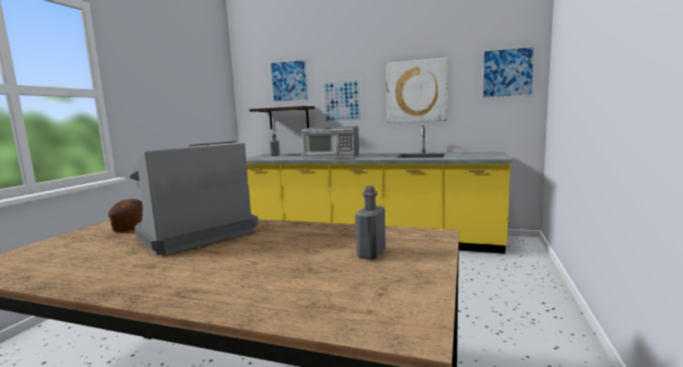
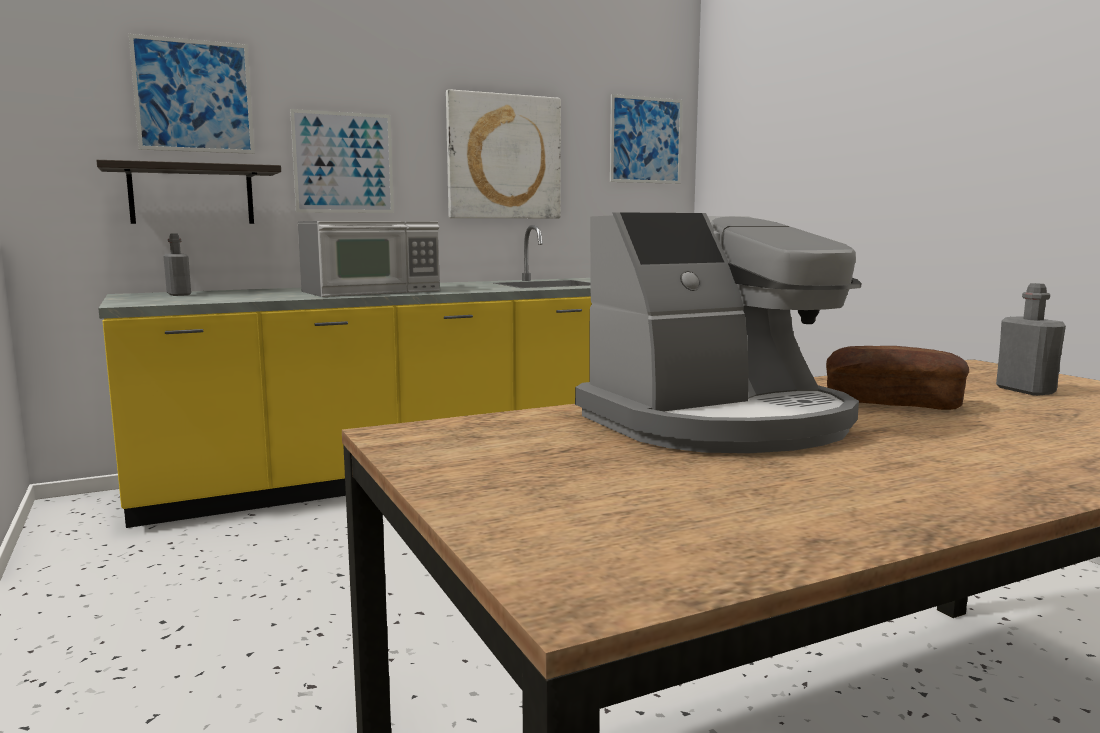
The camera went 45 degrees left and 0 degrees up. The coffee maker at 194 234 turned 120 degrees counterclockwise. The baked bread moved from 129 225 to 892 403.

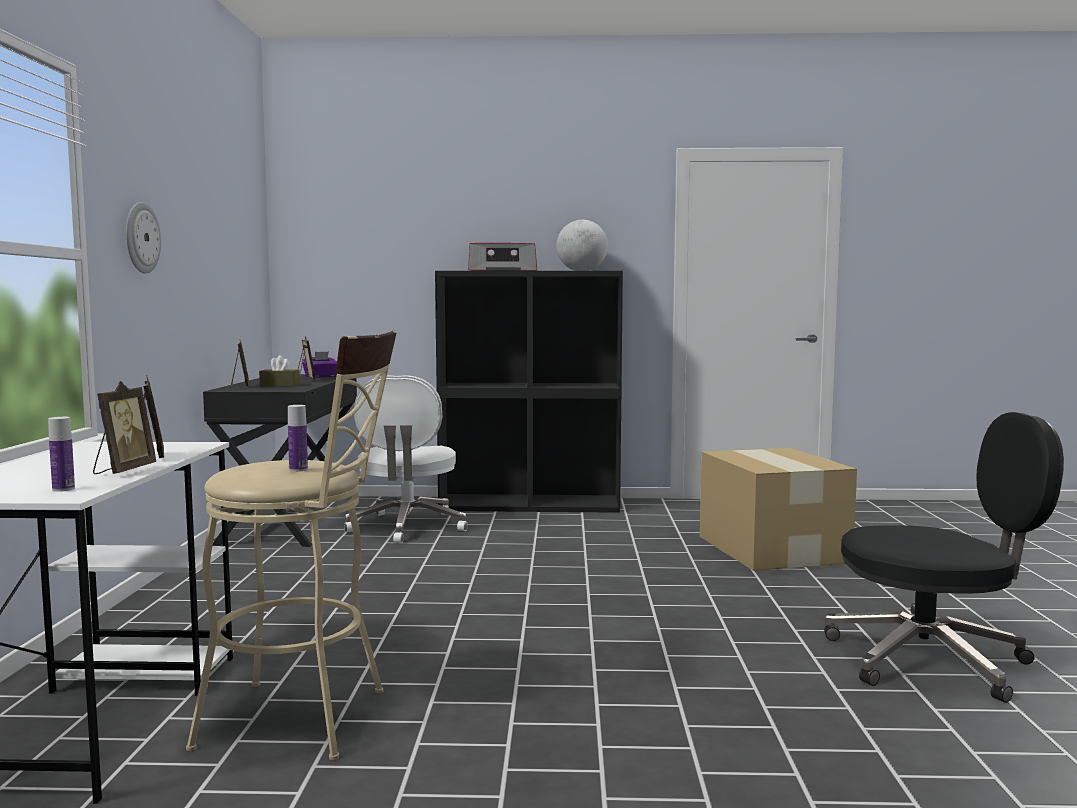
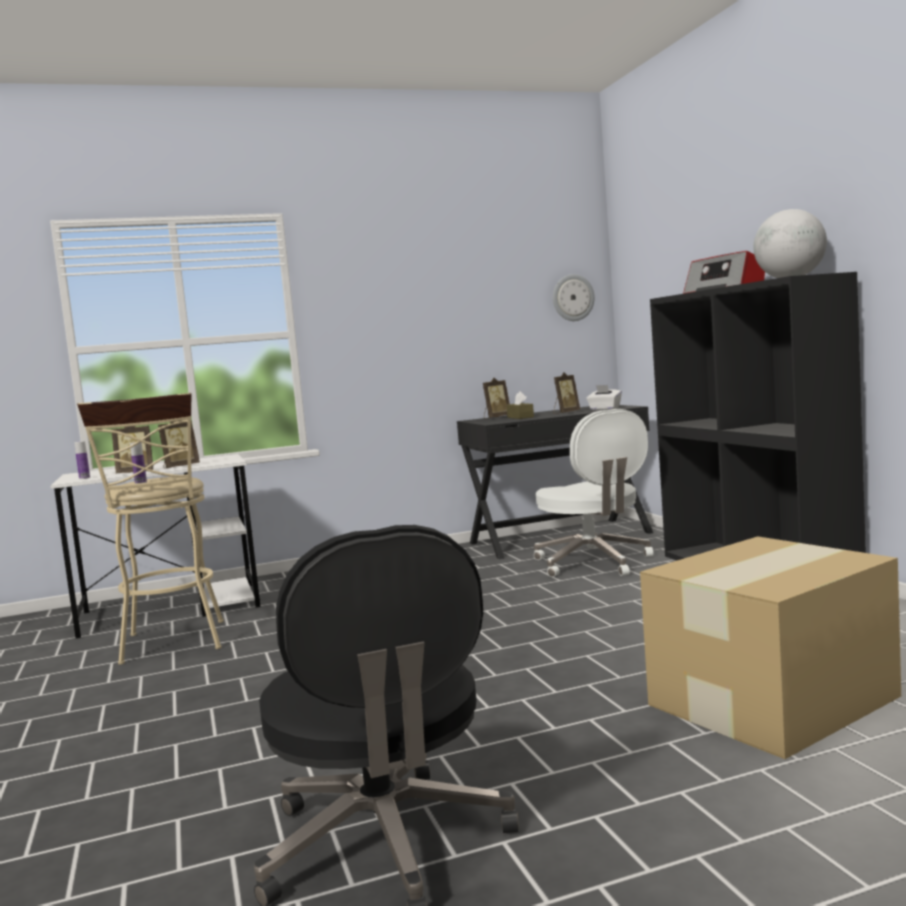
The camera went 70 degrees right and 0 degrees up. The clock on the wall moved from 141 238 to 572 297. The purple box of tissues at 321 376 became the white box of tissues at 604 408. The white computer chair at 407 527 turned 90 degrees counterclockwise.

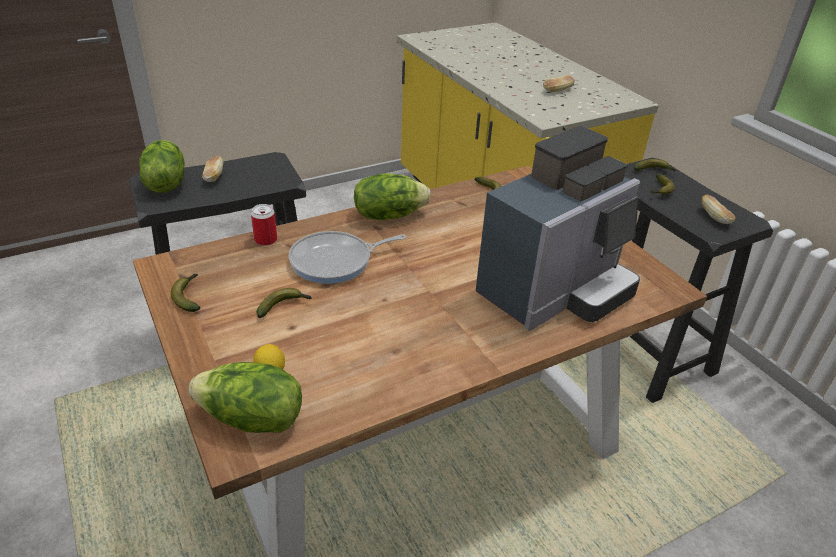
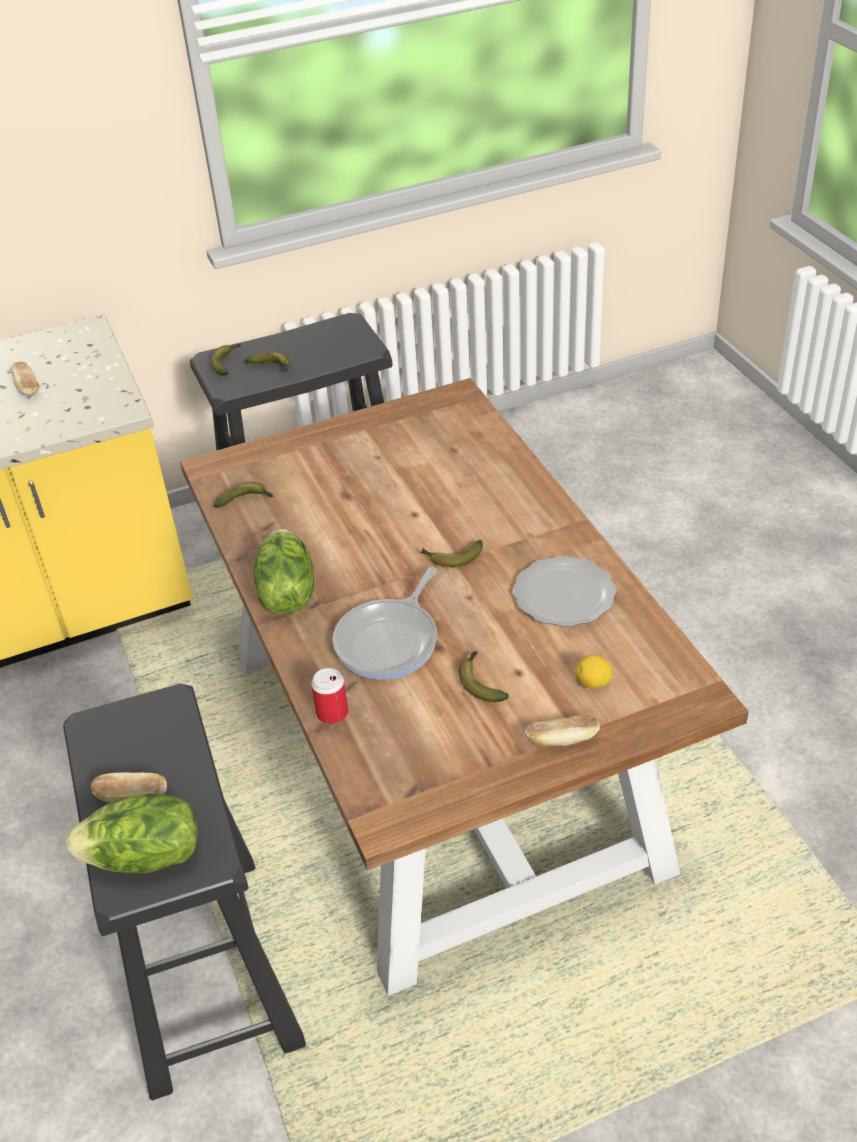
The camera went 80 degrees left and 5 degrees up. The coffee maker at 555 291 disappeared. The baked bread moved from 714 217 to 562 740. The frying pan at 335 261 turned 45 degrees clockwise. The banana fruit moved from 189 296 to 451 558. The lettuce at 252 419 disappeared. The plate at 564 594 appeared.

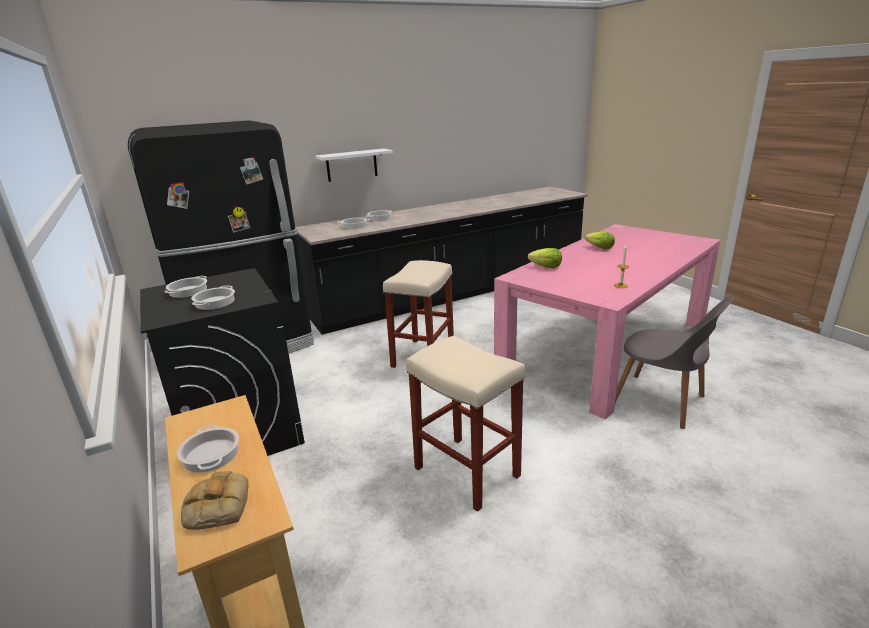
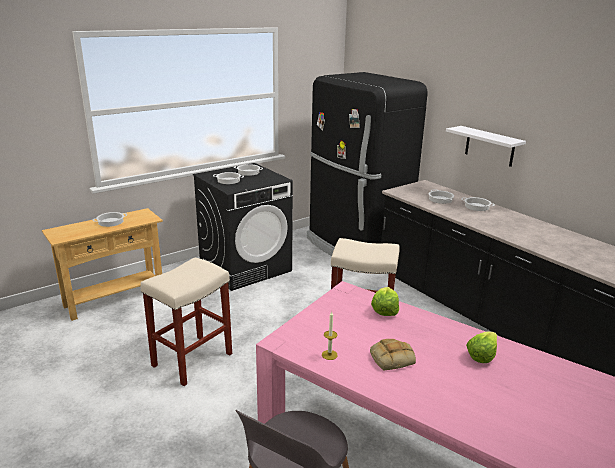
The camera went 80 degrees right and 0 degrees up. The baked bread moved from 216 505 to 392 358.

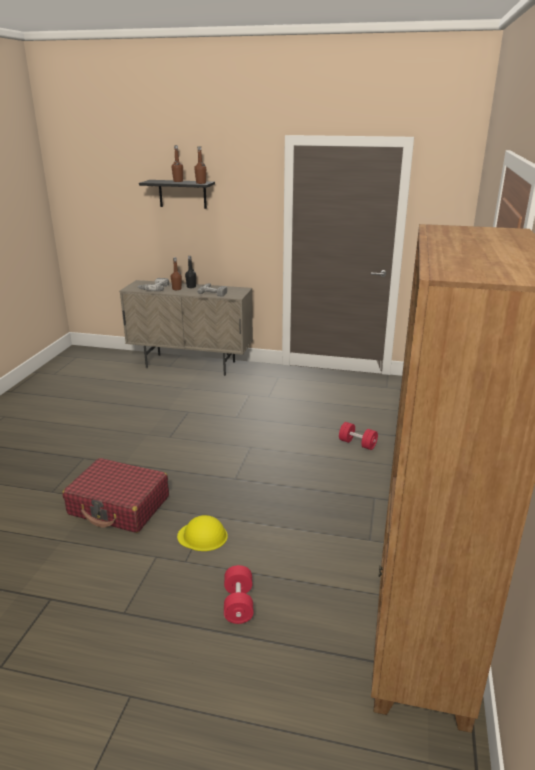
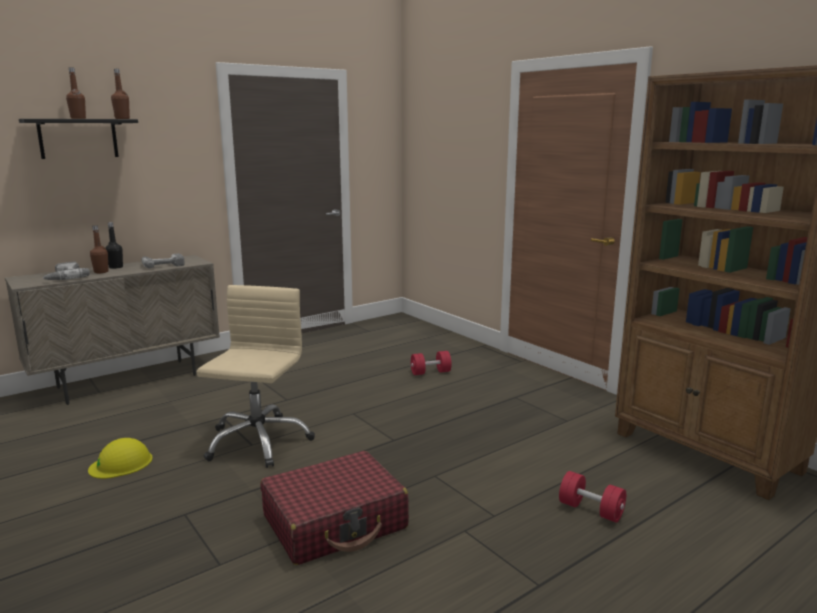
The camera went 50 degrees left and 10 degrees down. The yellowish work helmet moved from 203 536 to 121 464. The beige-coloured computer chair at 257 441 appeared.

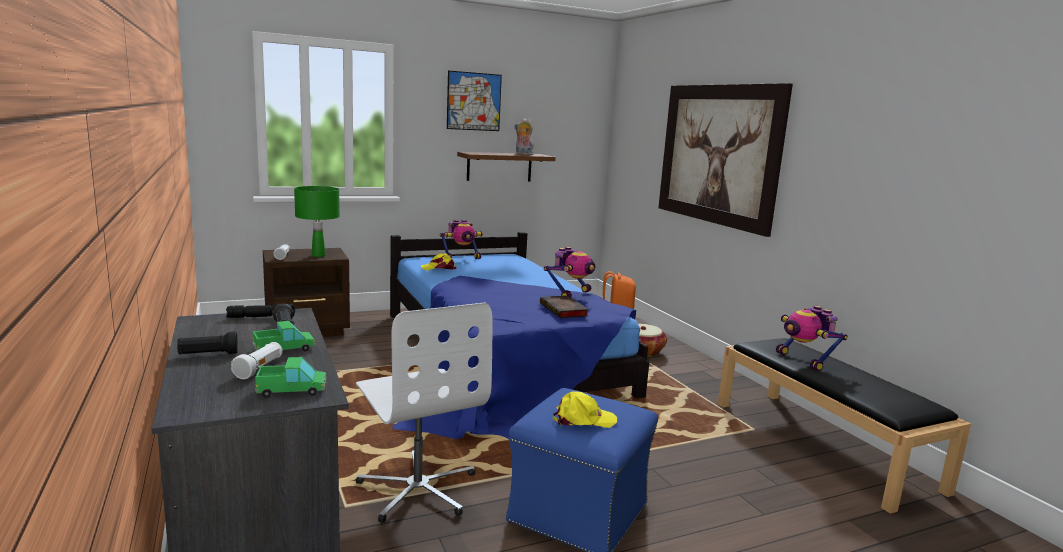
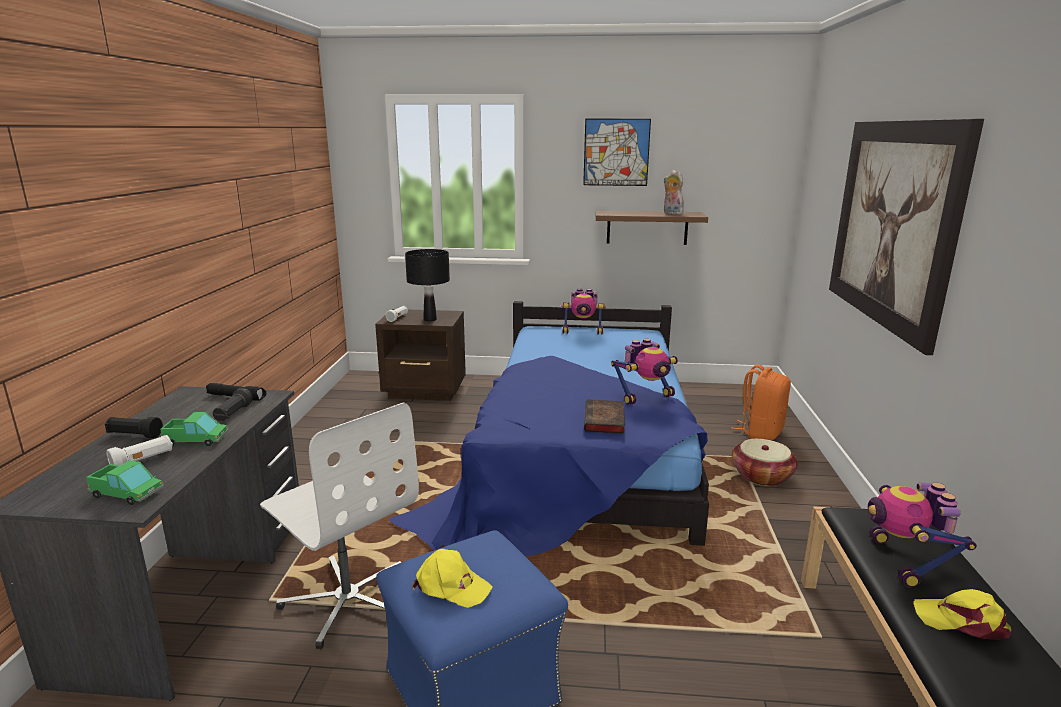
The camera went 30 degrees right and 5 degrees up. The green lamp for a table at 318 255 became the black-coloured lamp for a table at 430 319. The yellowish peaked cap moved from 439 268 to 962 621. The white computer chair at 418 489 turned 45 degrees counterclockwise.

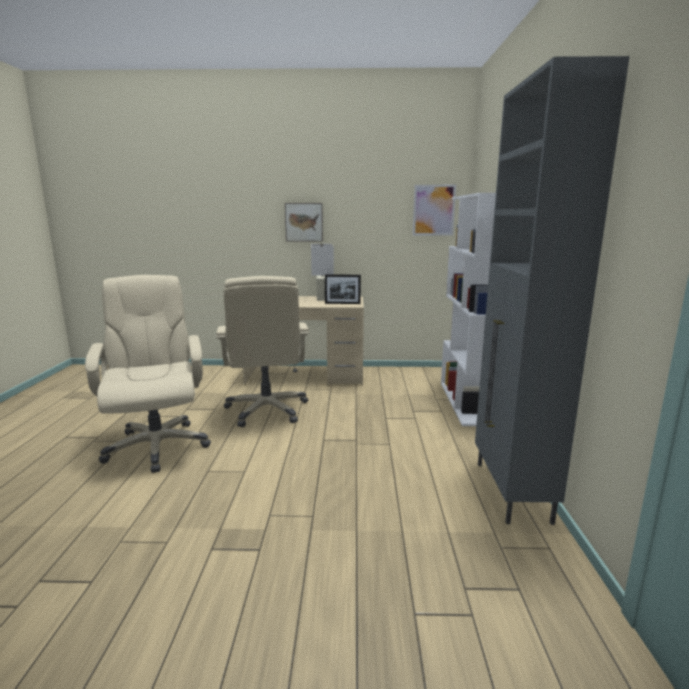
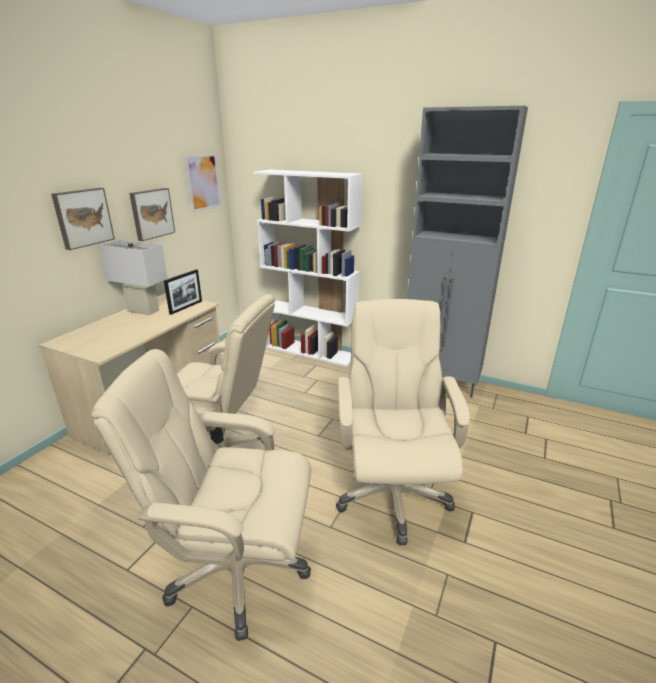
The camera went 65 degrees left and 10 degrees up. The wall art at 151 213 appeared. The beige-coloured computer chair at 392 494 appeared.

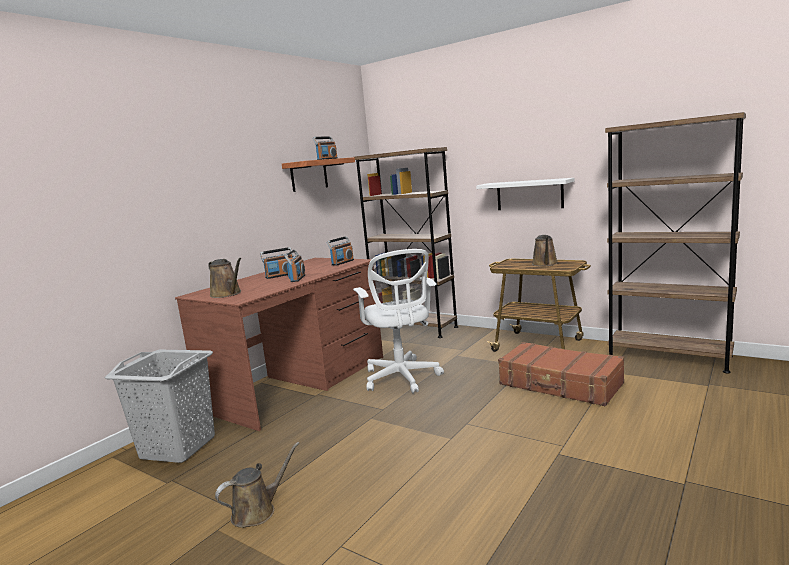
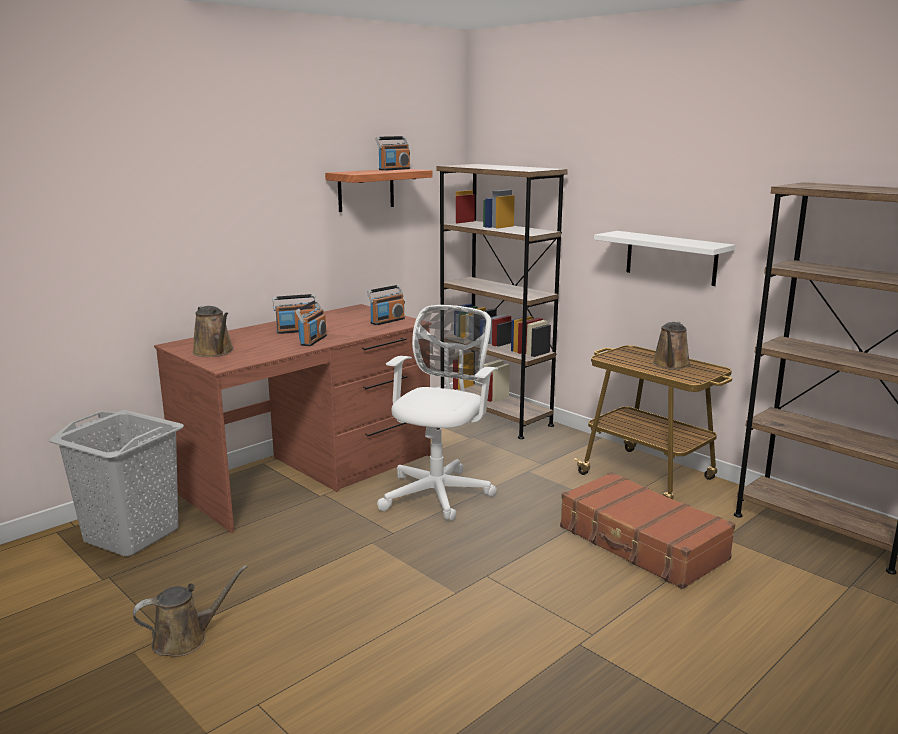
The camera went 10 degrees right and 5 degrees up. The white computer chair at 402 378 turned 150 degrees counterclockwise.

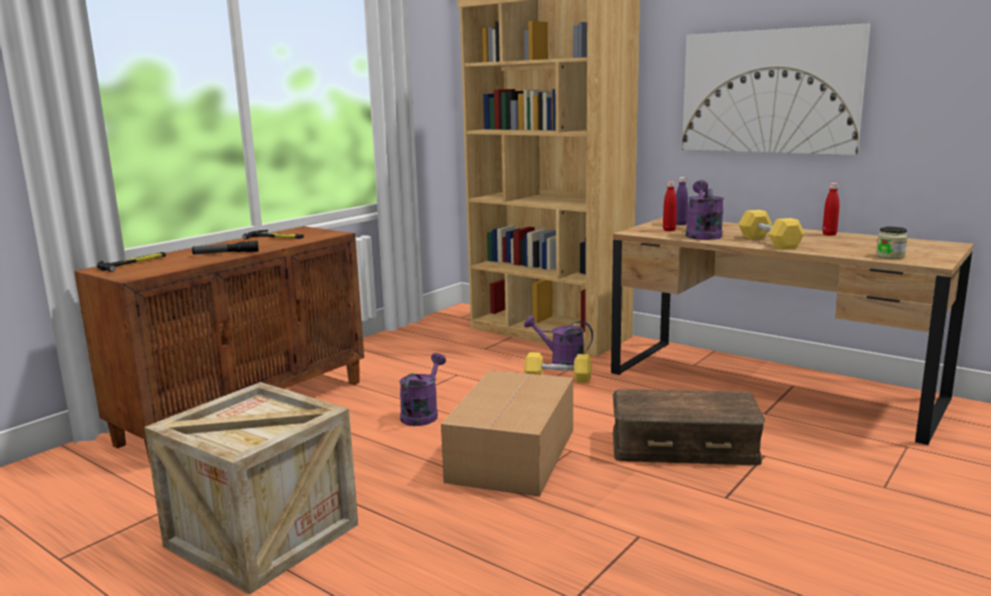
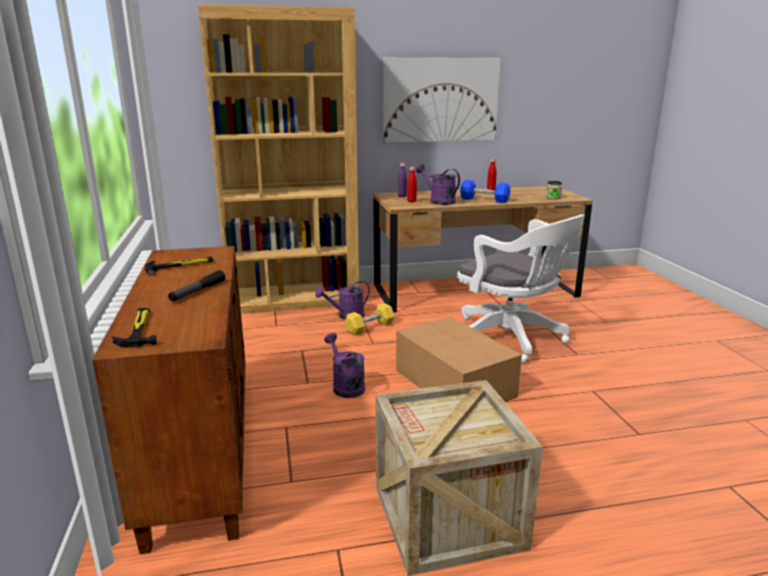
The camera went 50 degrees left and 5 degrees up. The yellowish free weight at 769 242 became the blue free weight at 484 200. The brownish storage box at 683 447 was replaced by the white computer chair at 512 339.

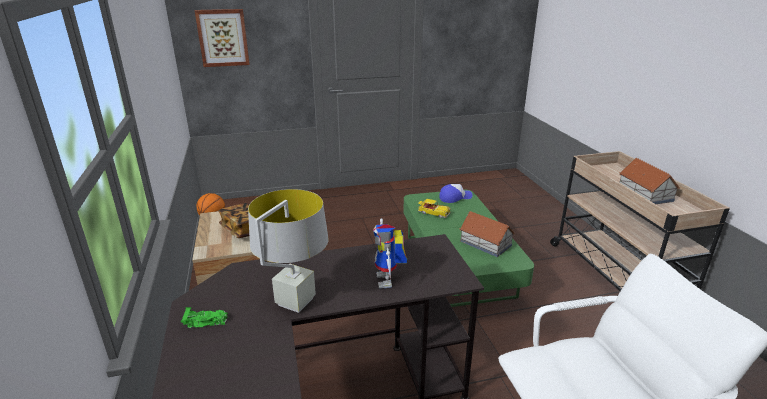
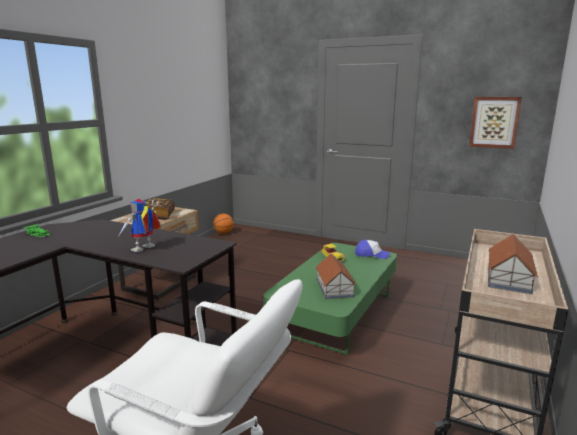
The camera went 40 degrees right and 10 degrees down. The wall art moved from 223 38 to 494 122. The greyish lamp for a table at 295 302 disappeared.

